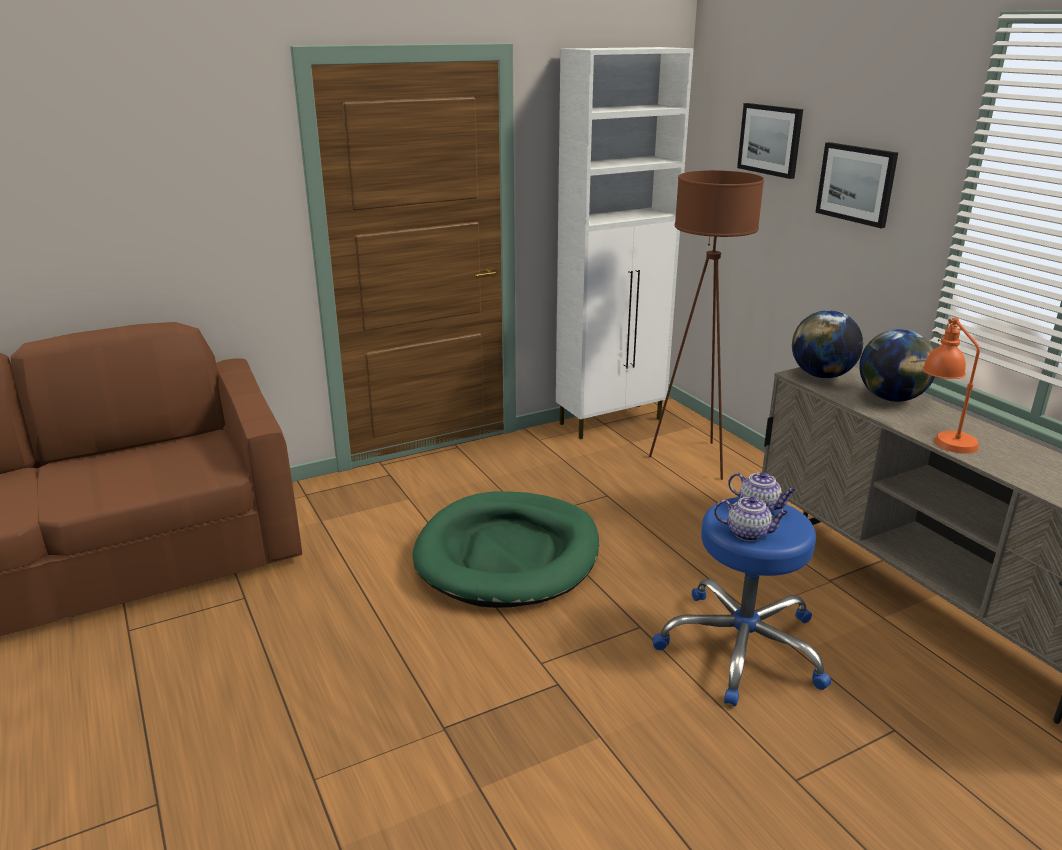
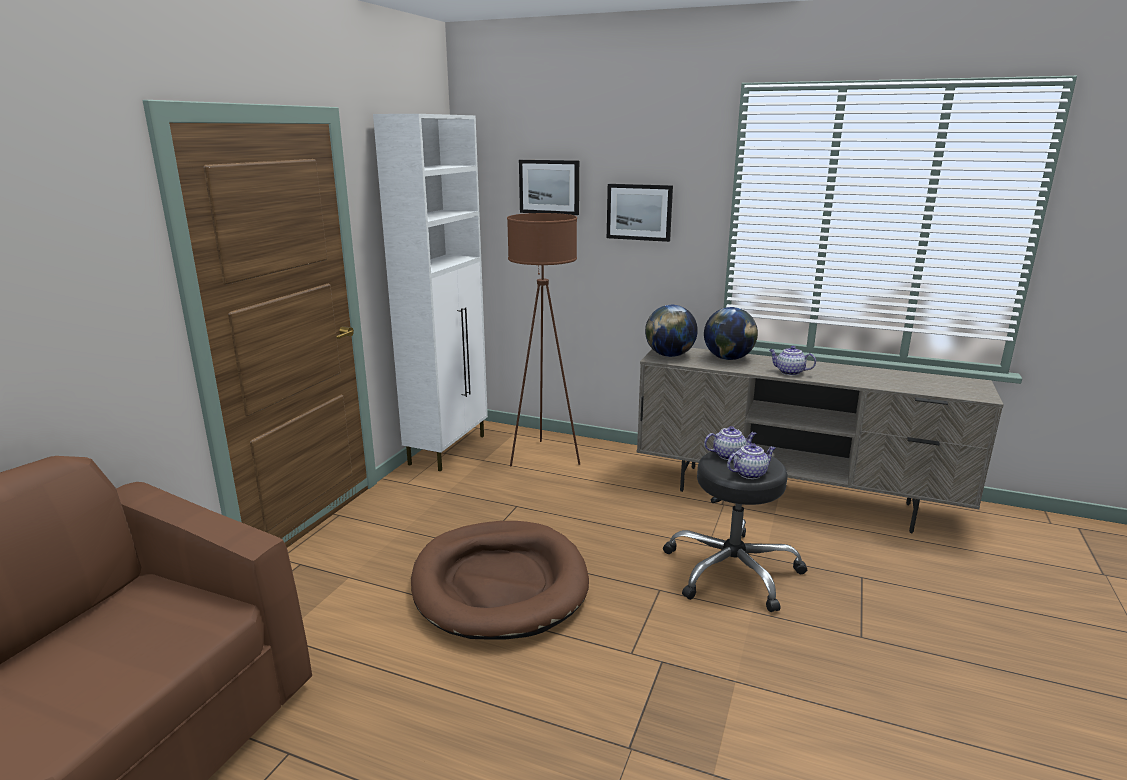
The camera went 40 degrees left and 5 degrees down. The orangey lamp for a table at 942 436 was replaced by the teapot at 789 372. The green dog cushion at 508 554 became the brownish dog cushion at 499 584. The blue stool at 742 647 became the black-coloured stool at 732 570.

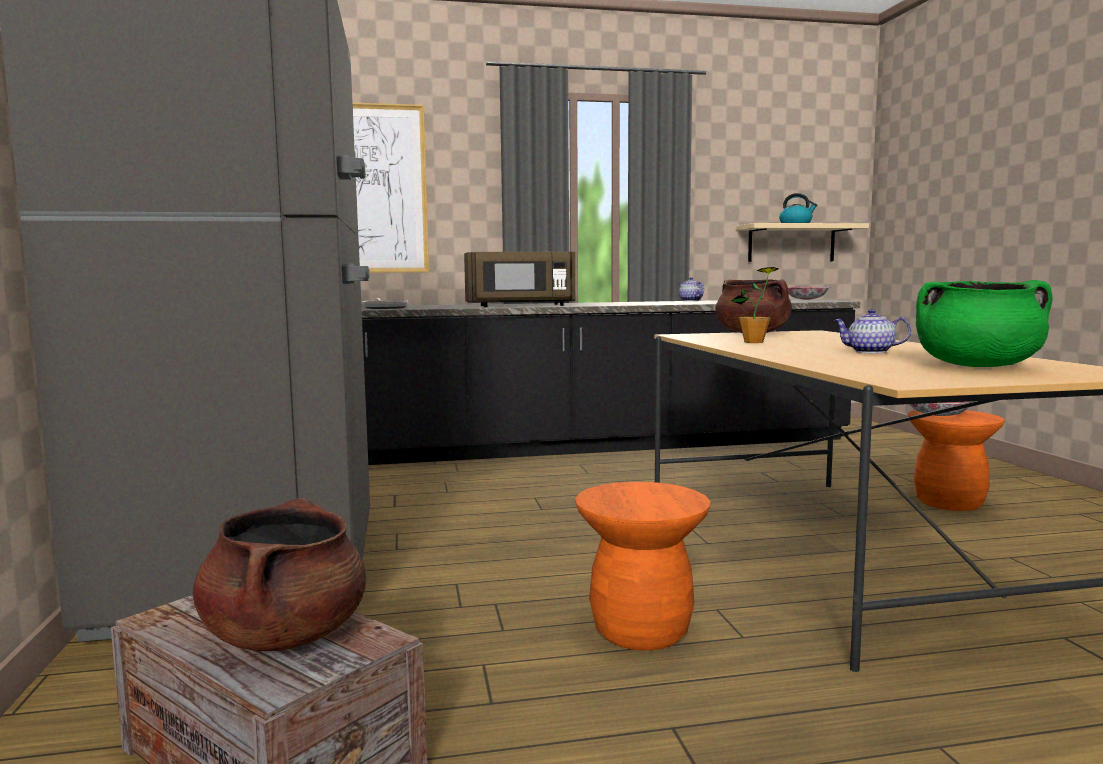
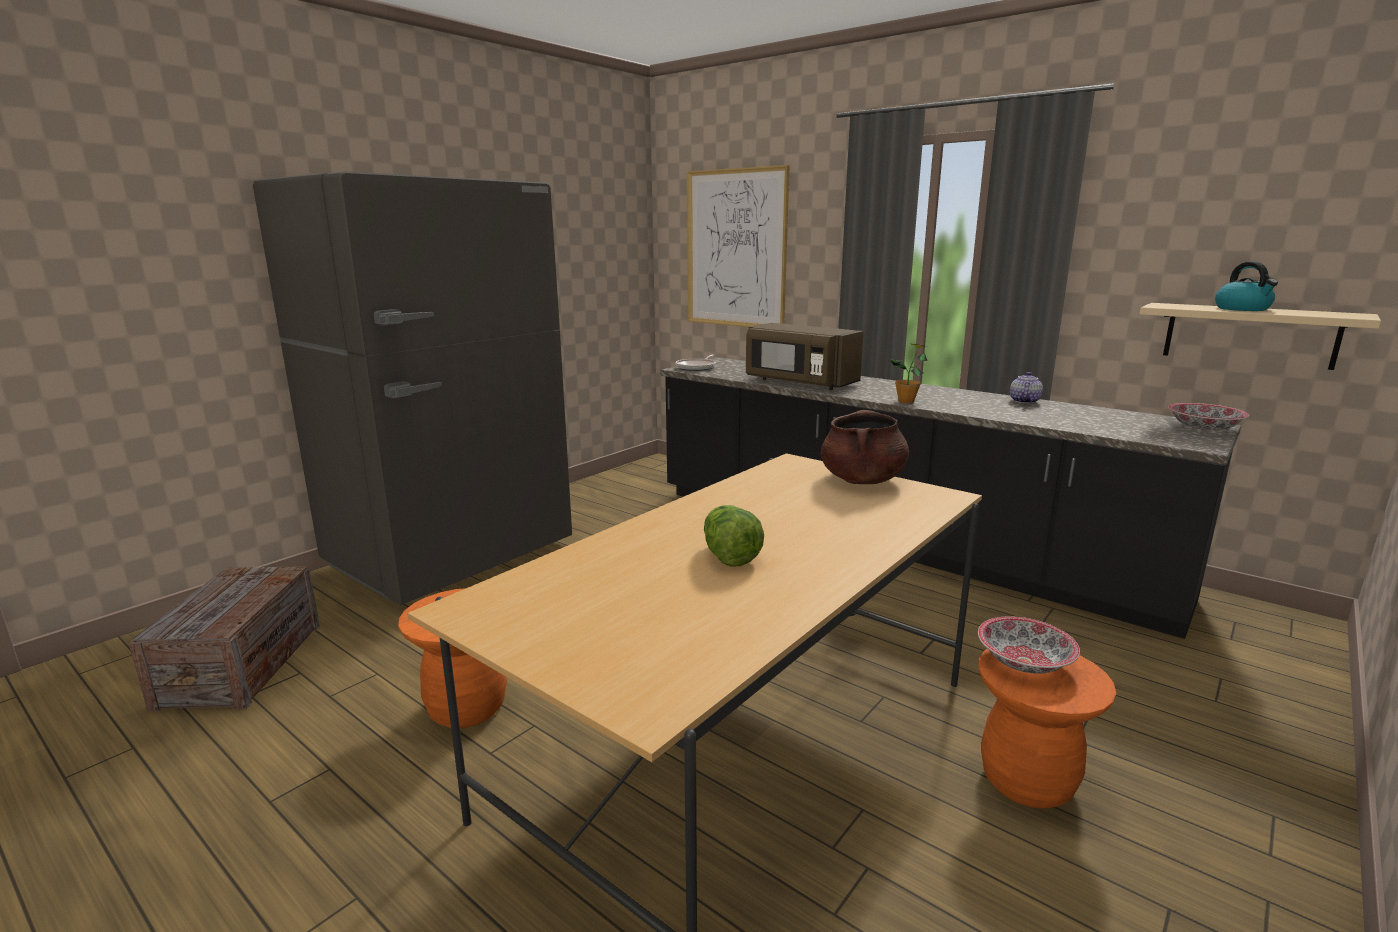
The camera went 50 degrees right and 10 degrees up. The potted plant moved from 753 342 to 906 401. The green cooking pot at 977 366 disappeared. The teapot at 870 352 was replaced by the lettuce at 729 556. The brownish cooking pot at 286 635 disappeared.

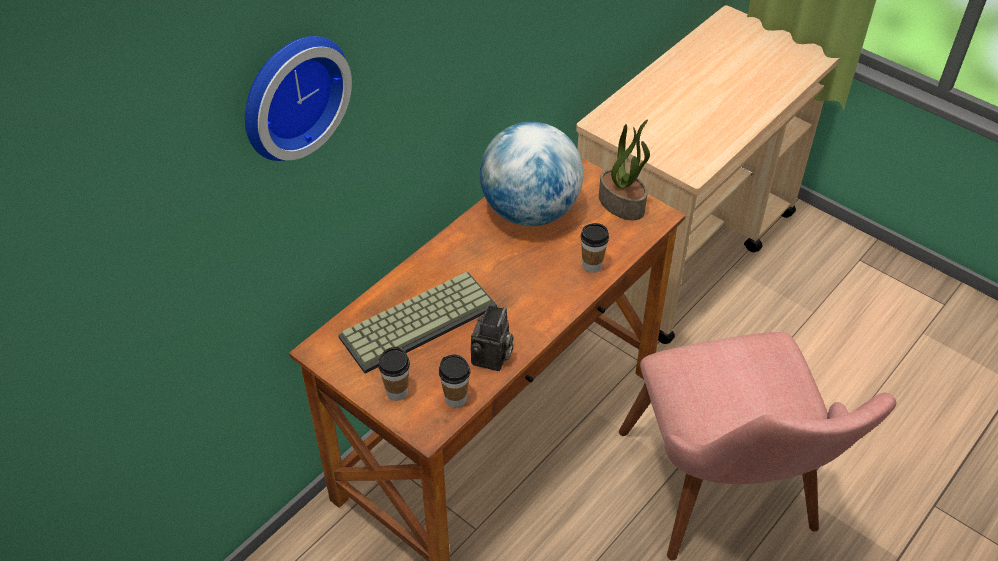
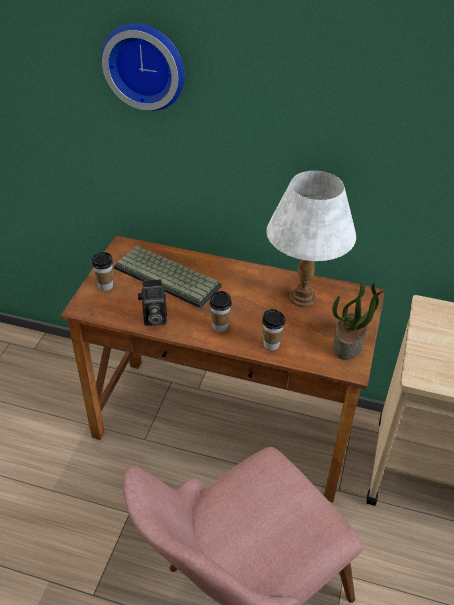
The camera went 65 degrees right and 5 degrees down. The globe at 530 211 was replaced by the white lamp for a table at 302 297. The small cup moved from 455 399 to 220 326.

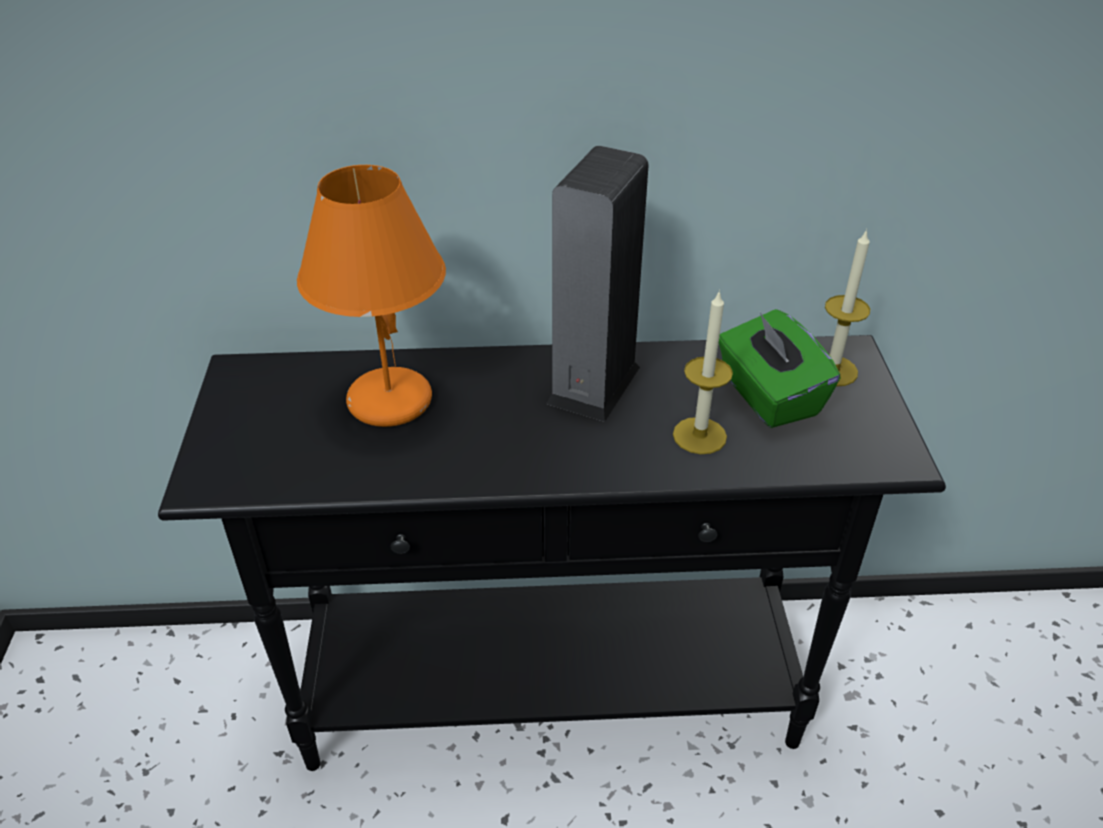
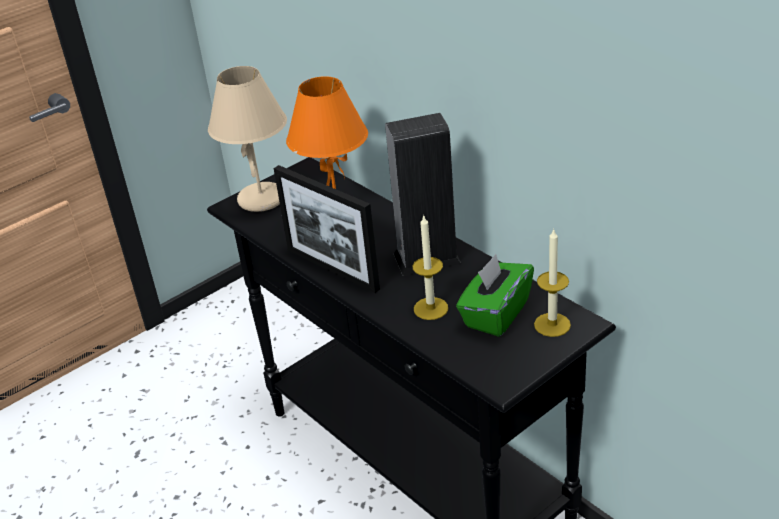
The camera went 55 degrees right and 5 degrees down. The beige-coloured lamp for a table at 262 200 appeared. The standing frame at 332 269 appeared.

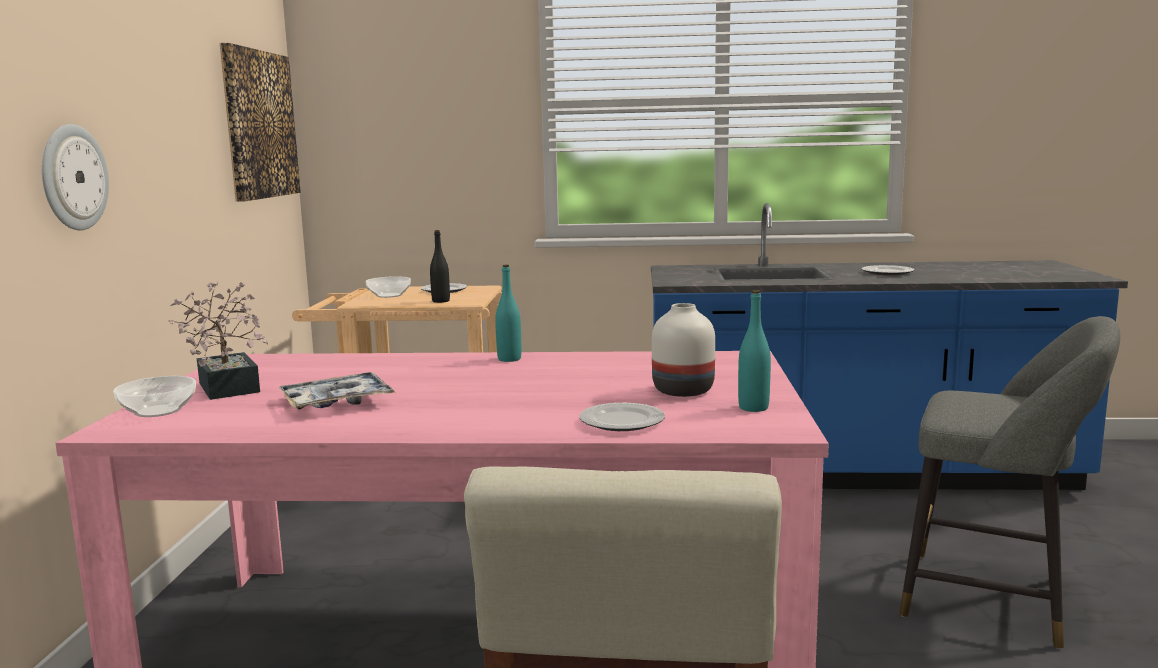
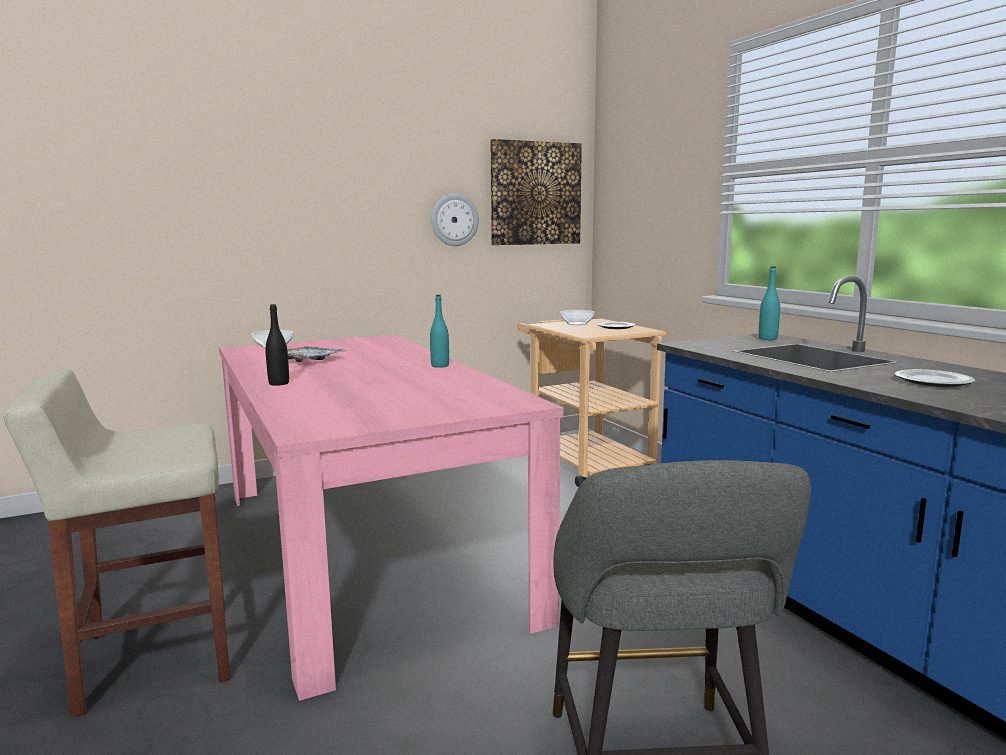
The camera went 60 degrees right and 0 degrees up. The clock on the wall moved from 73 177 to 454 220. The black-coloured beverage bottle moved from 441 301 to 279 383. The potted plant at 228 385 disappeared. The turquoise-coloured beverage bottle moved from 753 408 to 767 338. The white flower vase at 684 390 disappeared. The plate at 621 421 disappeared.

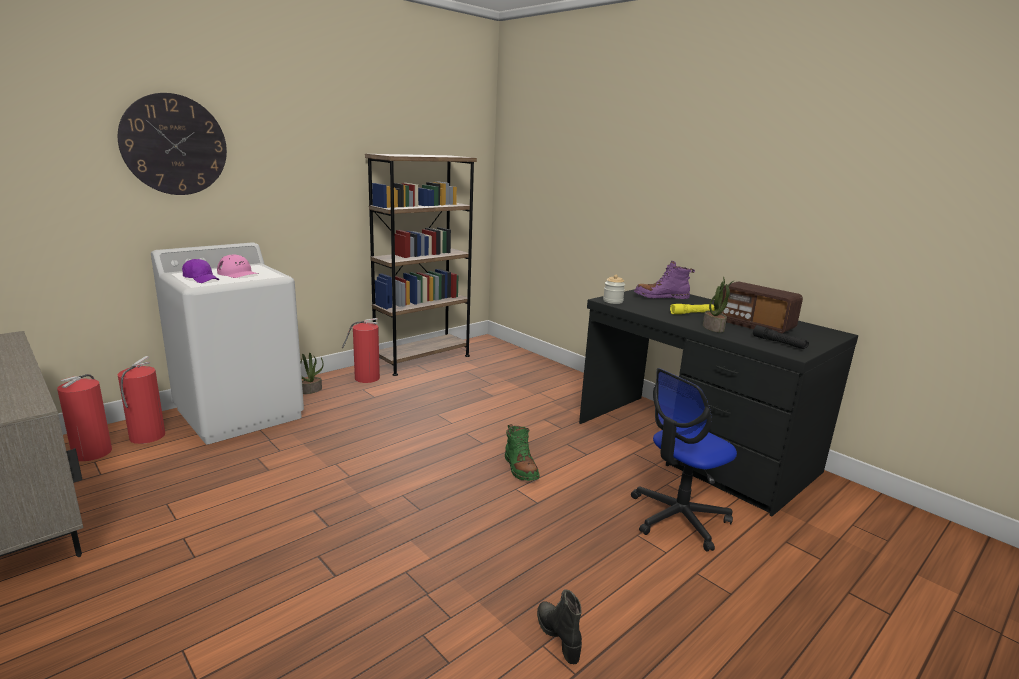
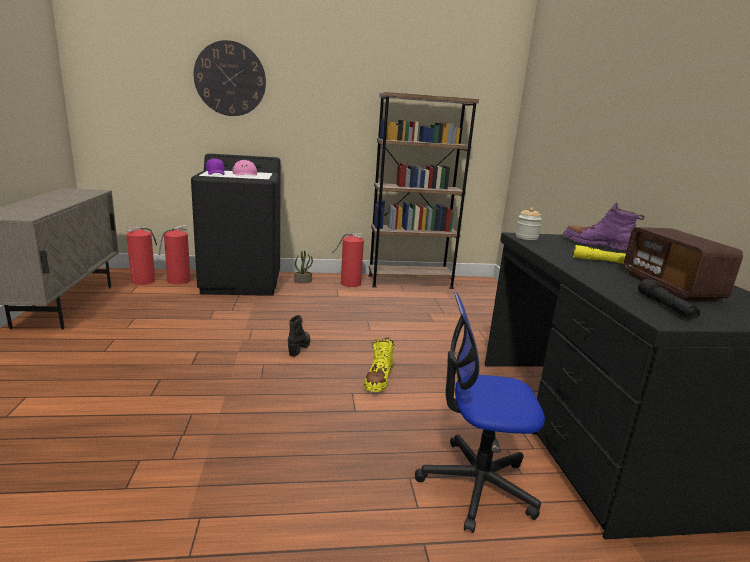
The camera went 35 degrees right and 0 degrees up. The white laundry machine at 240 413 became the black-coloured laundry machine at 242 282. The potted plant at 714 328 disappeared. The green high-top boot at 520 468 became the yellowish high-top boot at 378 380. The black-coloured high-top boot moved from 558 636 to 299 347.

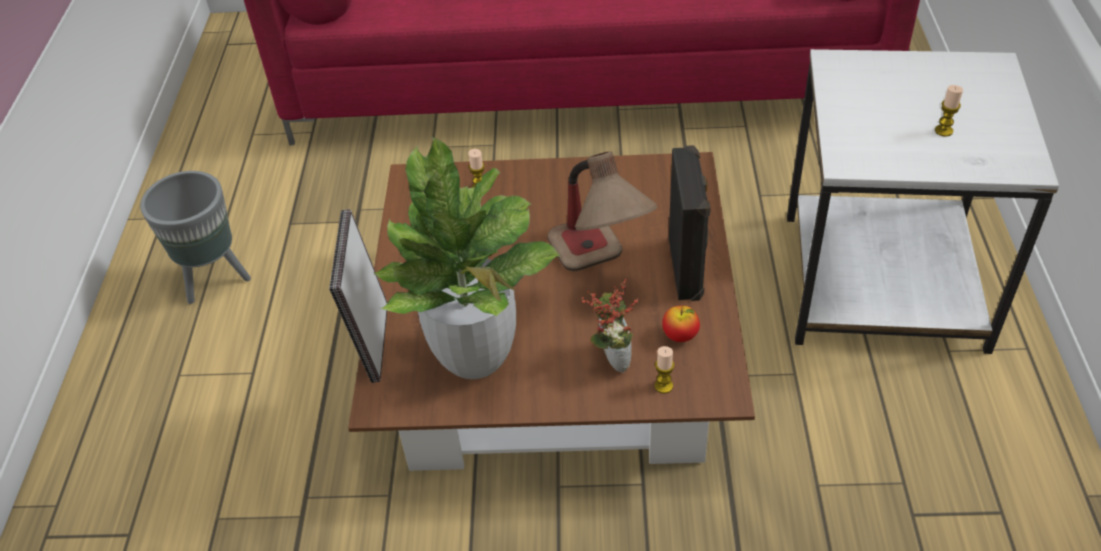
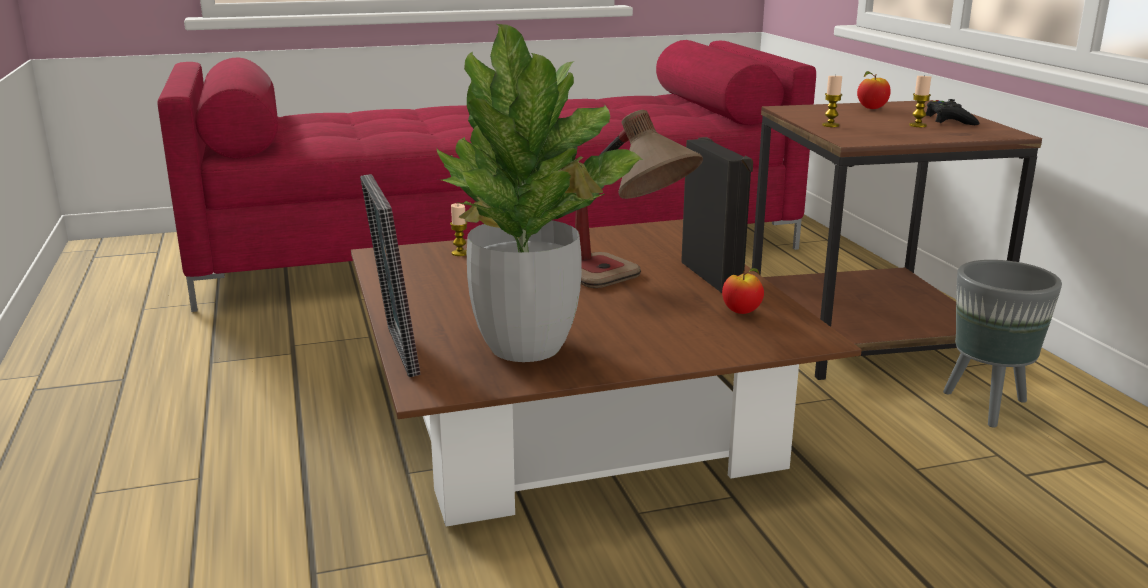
The camera went 20 degrees left and 25 degrees down. The white accent table at 880 283 became the brownish accent table at 866 334. The greyish planter moved from 215 280 to 987 407. The potted plant at 611 359 disappeared. The wax candle moved from 663 386 to 830 125. The apple at 871 109 appeared. The black-coloured game controller at 949 120 appeared.

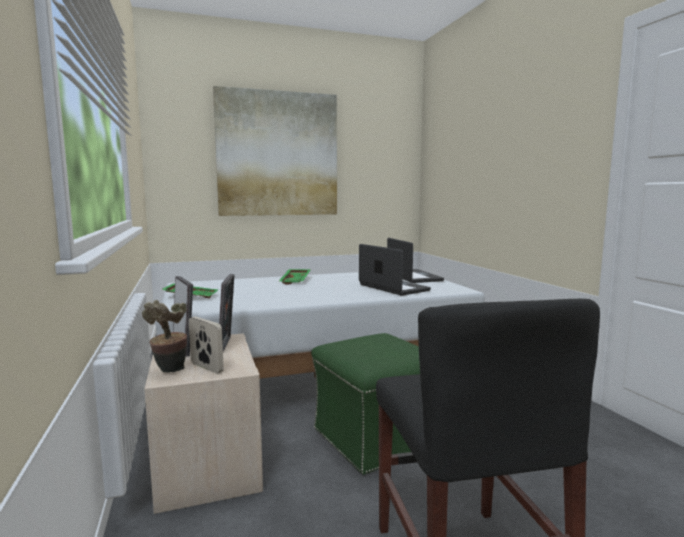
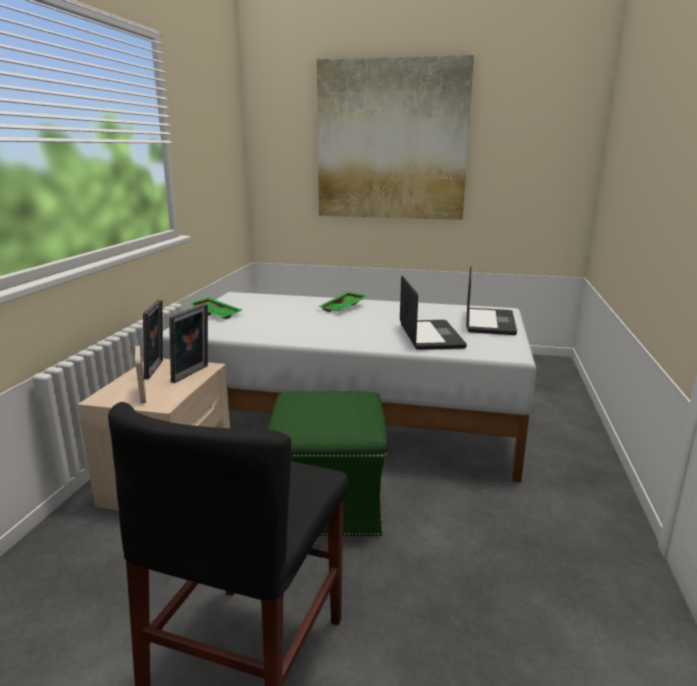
The camera went 30 degrees right and 10 degrees up. The potted plant at 169 371 disappeared.

